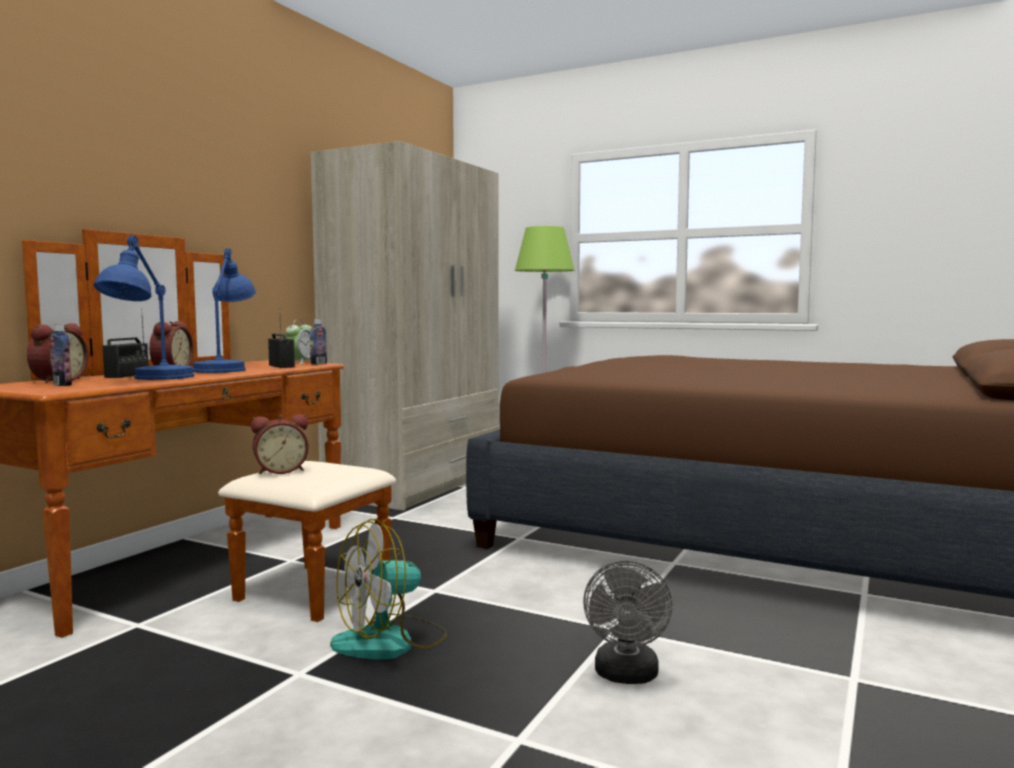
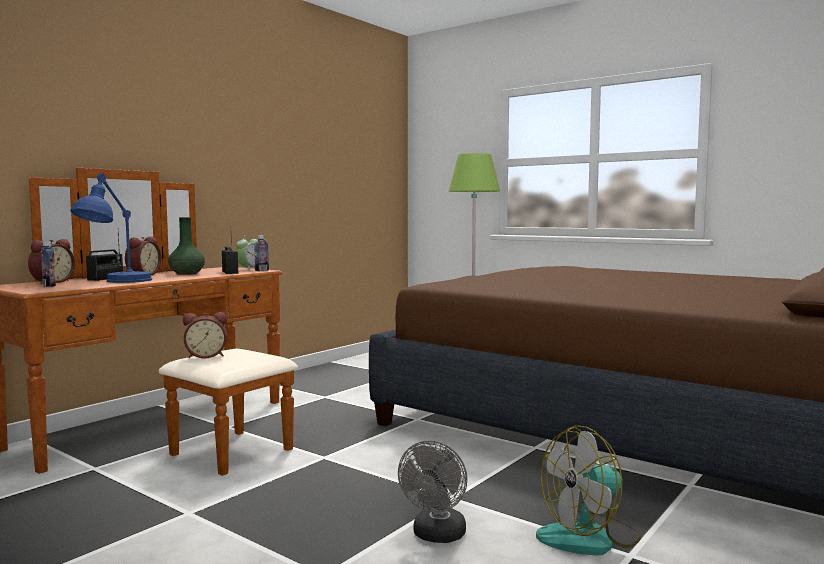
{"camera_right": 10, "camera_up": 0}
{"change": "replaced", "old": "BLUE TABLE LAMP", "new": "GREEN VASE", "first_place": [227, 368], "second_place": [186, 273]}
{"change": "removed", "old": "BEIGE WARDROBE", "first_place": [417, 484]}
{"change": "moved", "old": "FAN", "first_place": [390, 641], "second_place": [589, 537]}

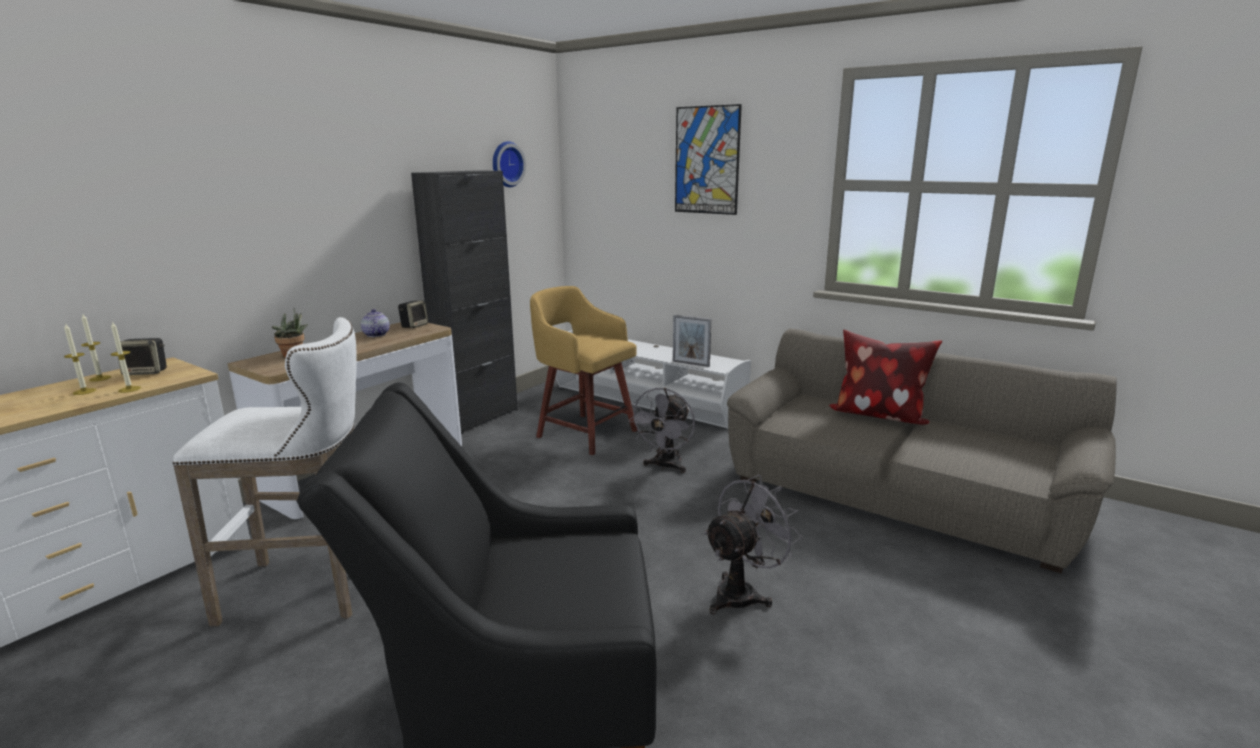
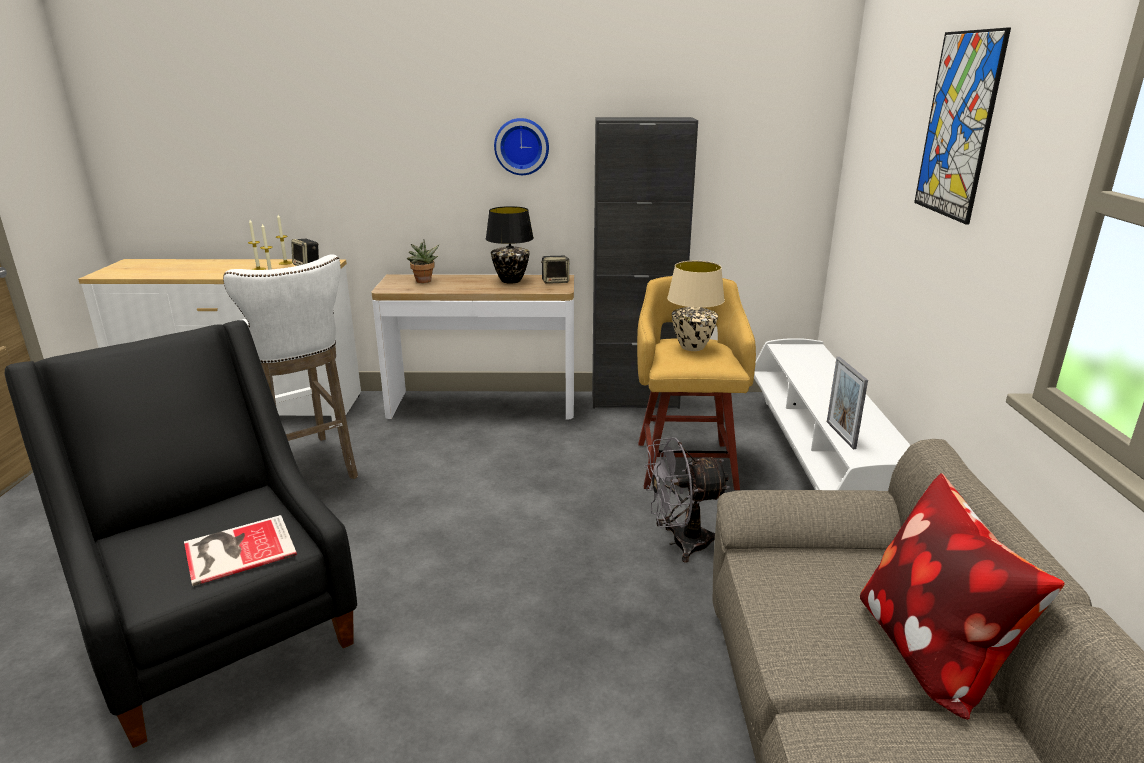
{"camera_right": 55, "camera_up": 5}
{"change": "replaced", "old": "TEAPOT", "new": "BLACK TABLE LAMP", "first_place": [375, 335], "second_place": [510, 281]}
{"change": "moved", "old": "WALL CLOCK", "first_place": [506, 164], "second_place": [521, 146]}
{"change": "removed", "old": "GREY FAN", "first_place": [743, 593]}
{"change": "added", "new": "BOOK", "second_place": [236, 549]}
{"change": "added", "new": "BEIGE TABLE LAMP", "second_place": [692, 347]}

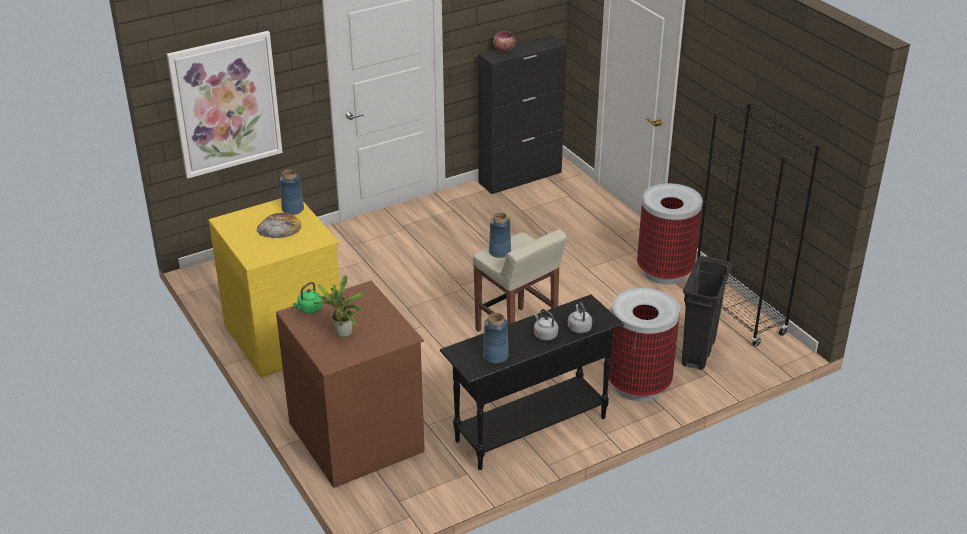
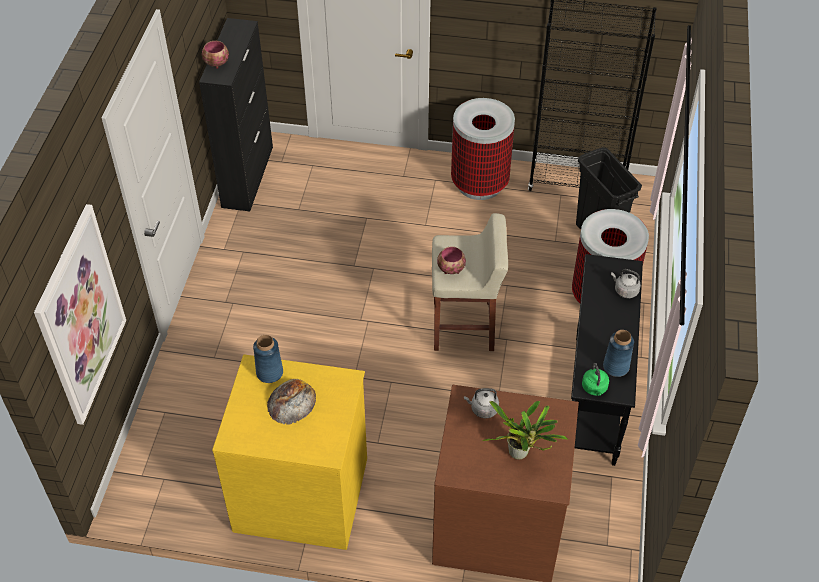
{"camera_right": -50, "camera_up": 15}
{"change": "moved", "old": "GREEN KETTLE", "first_place": [309, 309], "second_place": [594, 388]}
{"change": "replaced", "old": "BLUE VASE", "new": "BOWL", "first_place": [499, 252], "second_place": [450, 269]}
{"change": "moved", "old": "GREY KETTLE", "first_place": [544, 335], "second_place": [482, 409]}

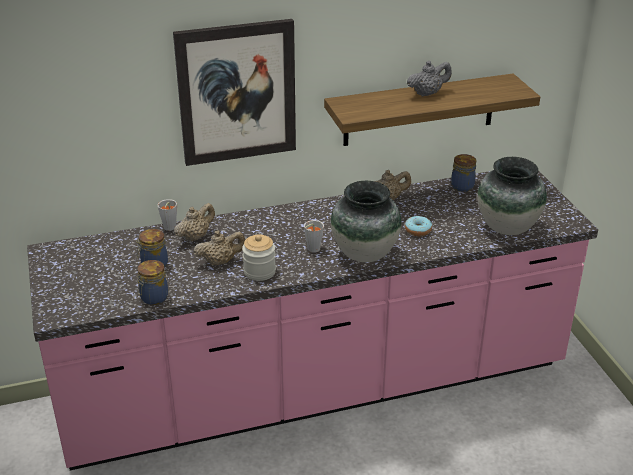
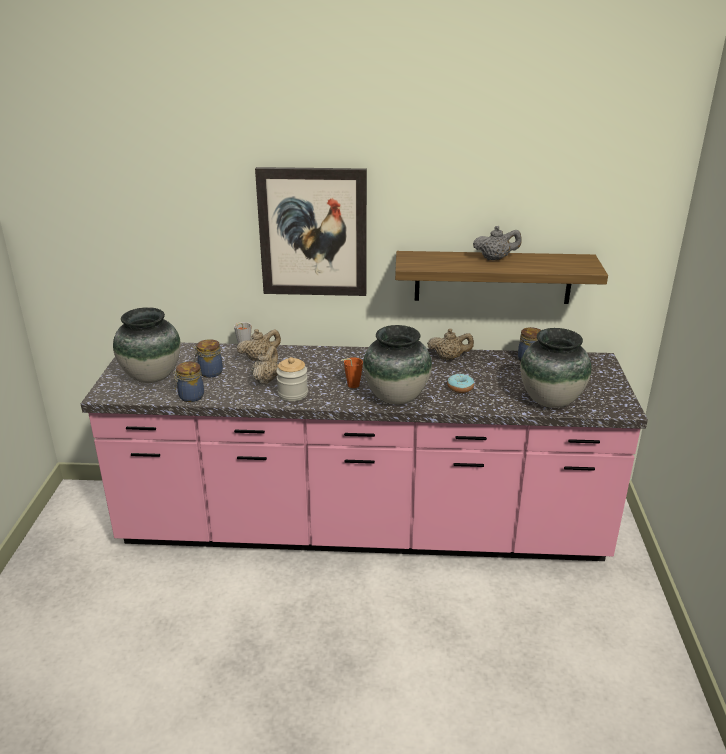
{"camera_right": 20, "camera_up": -5}
{"change": "turned", "old": "BEIGE TEAPOT", "first_place": [220, 261], "second_place": [266, 380], "degrees": -75}
{"change": "recoloured", "old": "GREY CUP", "new": "ORANGE CUP", "first_place": [311, 250], "second_place": [351, 386]}
{"change": "added", "new": "VASE", "second_place": [152, 377]}

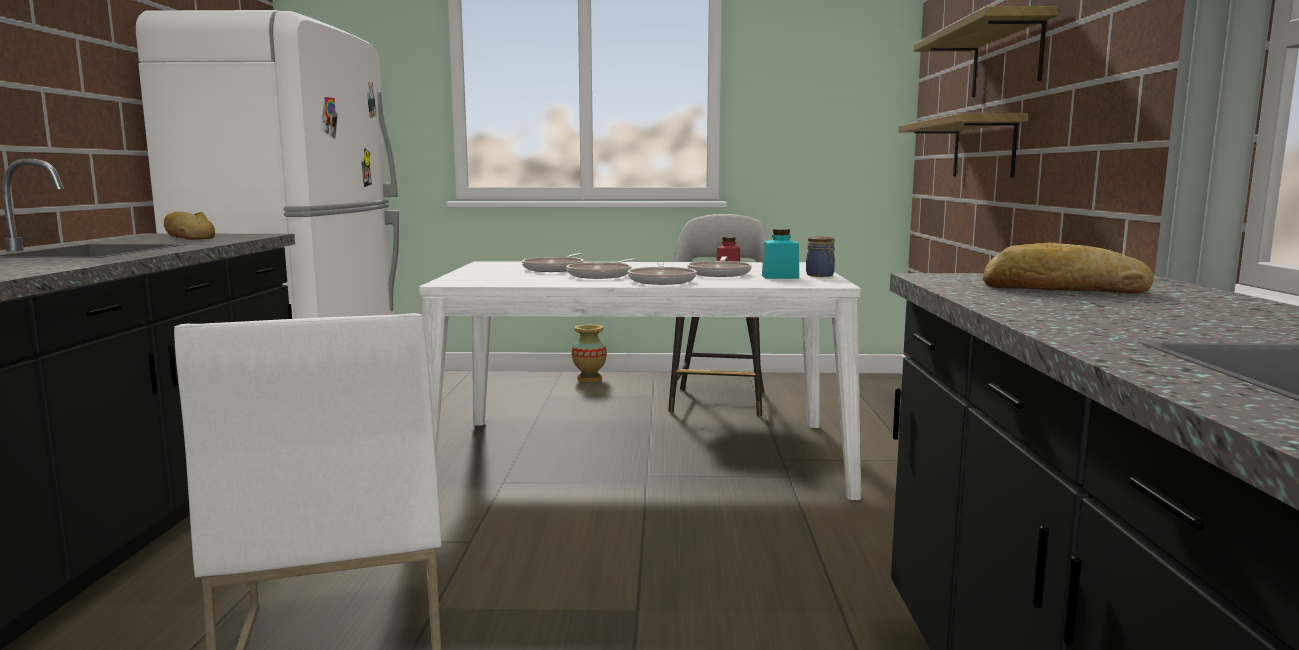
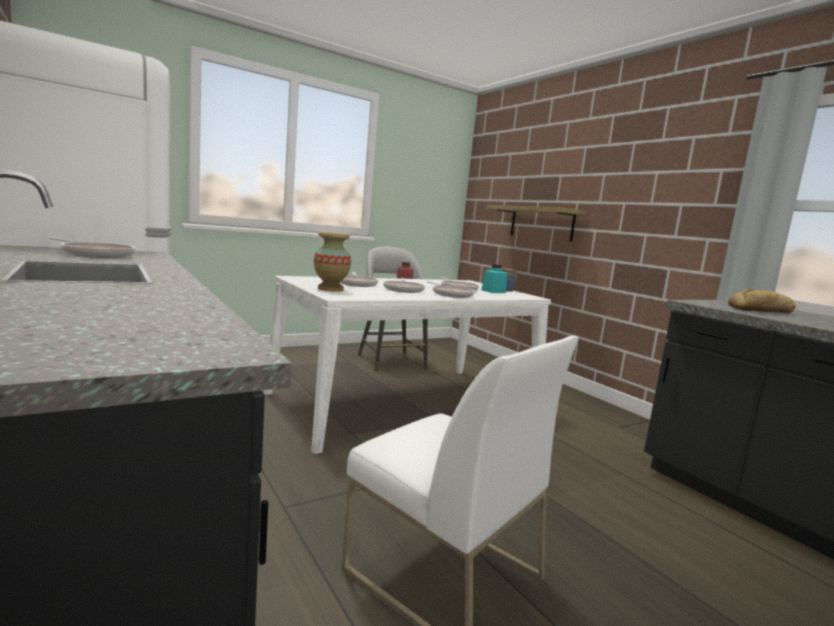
{"camera_right": -35, "camera_up": 0}
{"change": "replaced", "old": "BREAD", "new": "FRYING PAN", "first_place": [190, 238], "second_place": [96, 255]}
{"change": "moved", "old": "VASE", "first_place": [589, 379], "second_place": [330, 289]}
{"change": "removed", "old": "SHELF", "first_place": [1006, 58]}

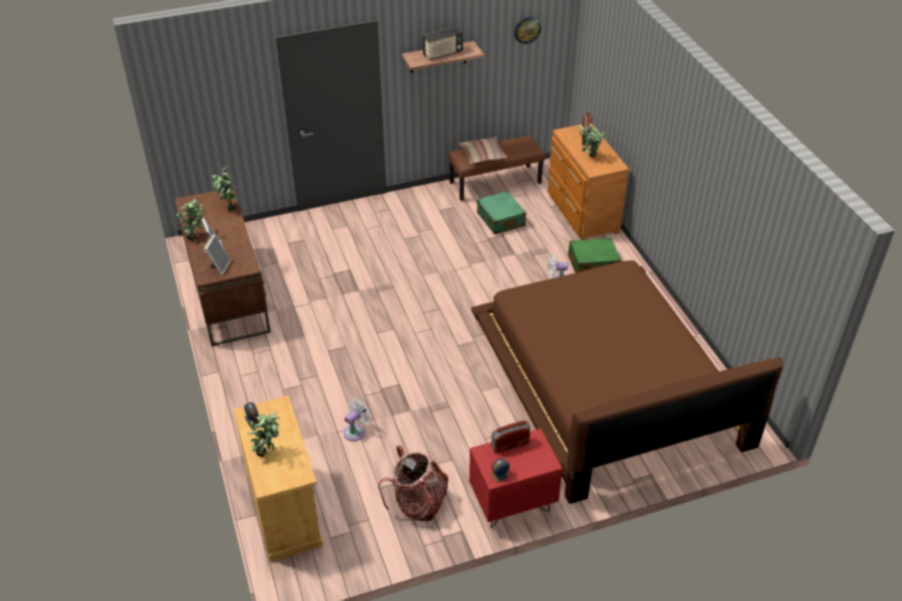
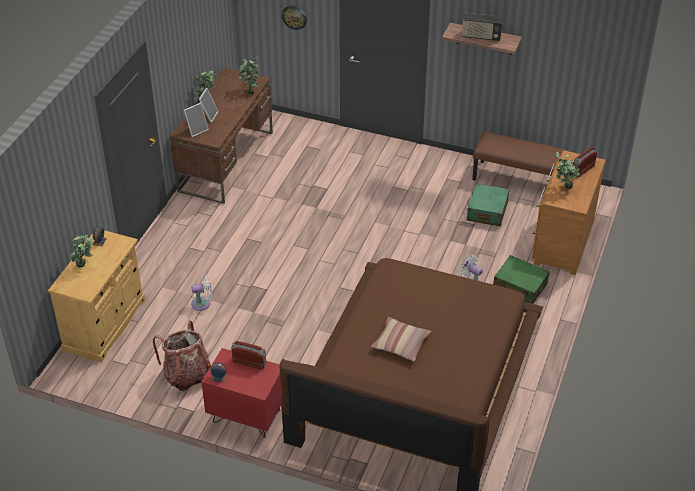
{"camera_right": 40, "camera_up": 0}
{"change": "moved", "old": "PILLOW", "first_place": [482, 155], "second_place": [400, 343]}
{"change": "moved", "old": "WALL CLOCK", "first_place": [527, 30], "second_place": [294, 17]}

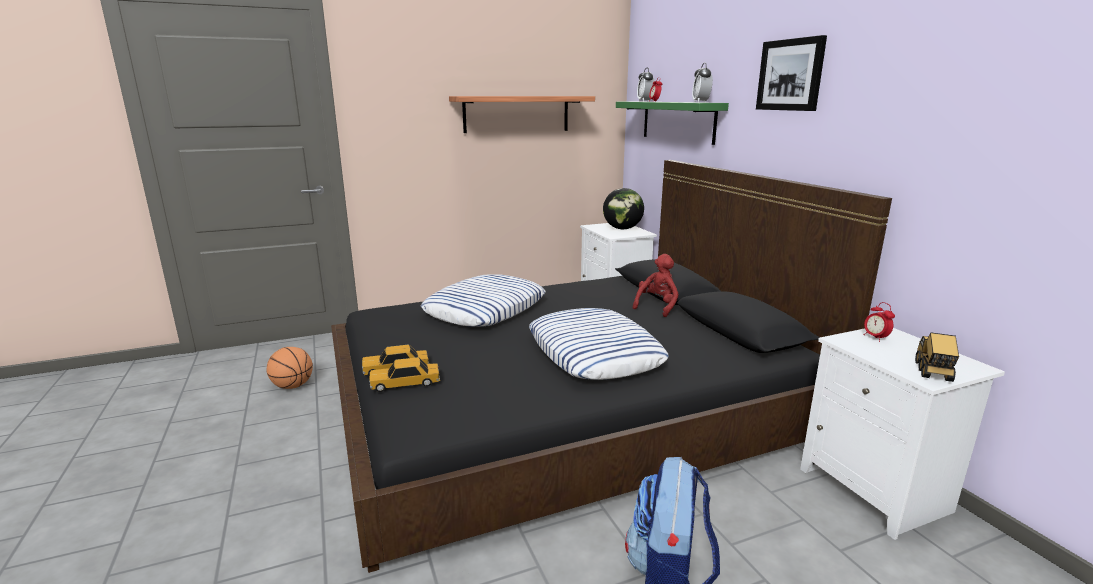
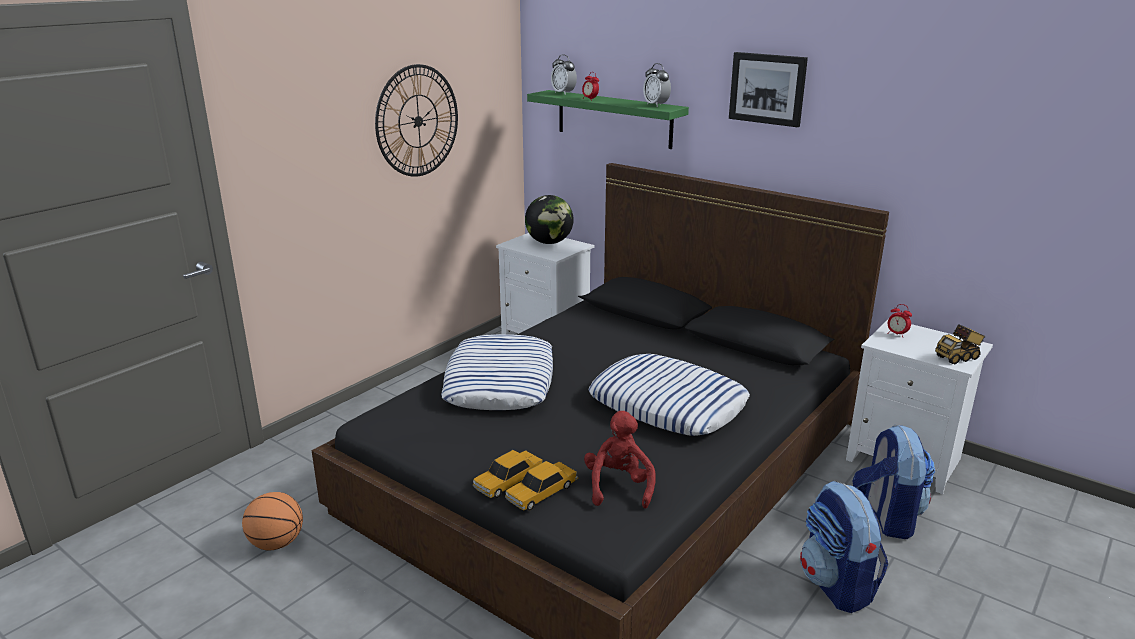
{"camera_right": -30, "camera_up": 5}
{"change": "replaced", "old": "SHELF", "new": "WALL CLOCK", "first_place": [516, 114], "second_place": [418, 121]}
{"change": "moved", "old": "RED PLUSH TOY", "first_place": [657, 306], "second_place": [619, 486]}
{"change": "turned", "old": "TOY TRUCK", "first_place": [933, 372], "second_place": [958, 357], "degrees": -105}
{"change": "added", "new": "BACKPACK", "second_place": [887, 517]}

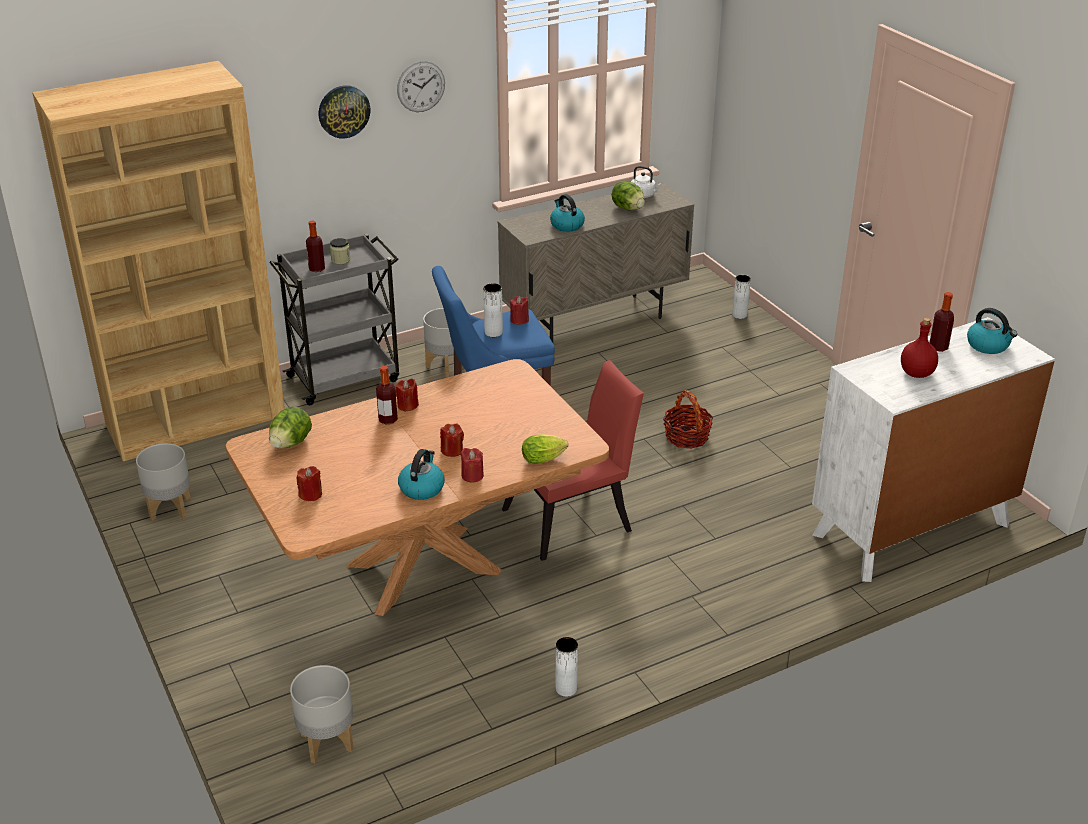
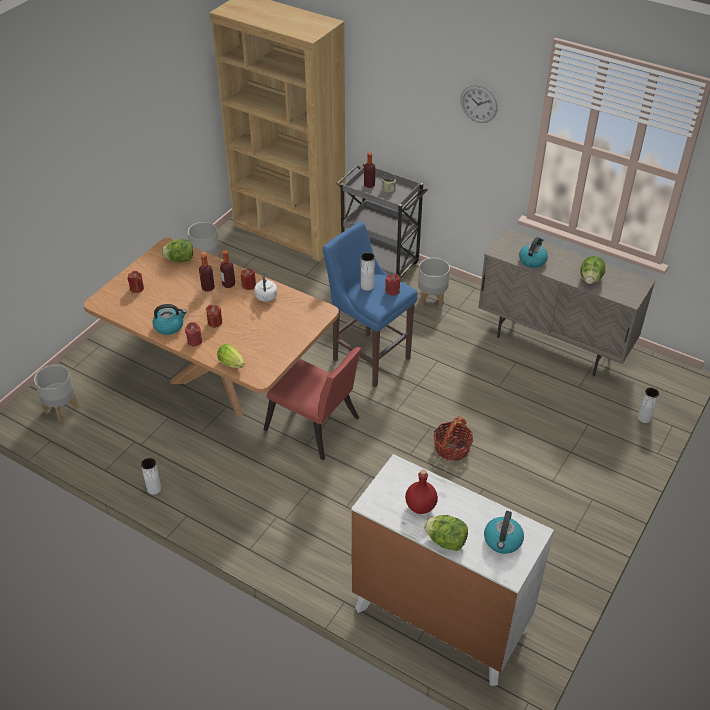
{"camera_right": 60, "camera_up": 10}
{"change": "removed", "old": "WALL CLOCK", "first_place": [343, 111]}
{"change": "moved", "old": "WHITE KETTLE", "first_place": [644, 195], "second_place": [266, 297]}
{"change": "moved", "old": "BOTTLE", "first_place": [938, 347], "second_place": [208, 288]}
{"change": "added", "new": "LETTUCE", "second_place": [446, 541]}

